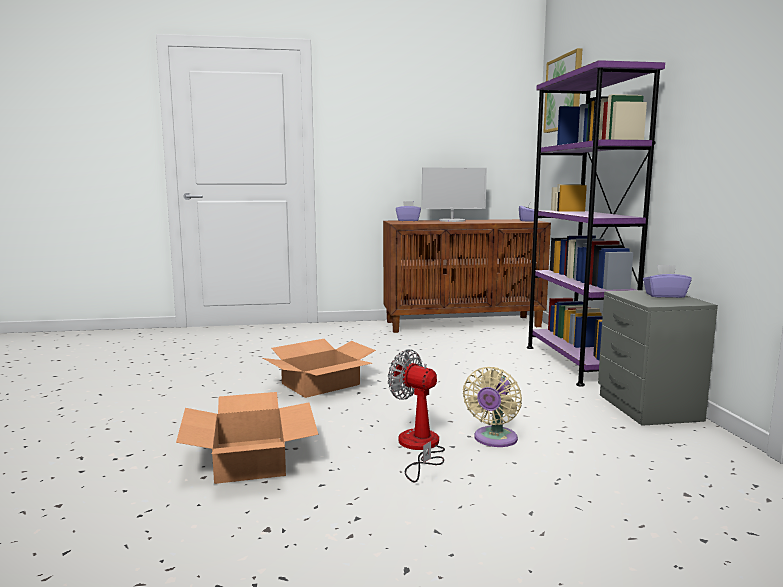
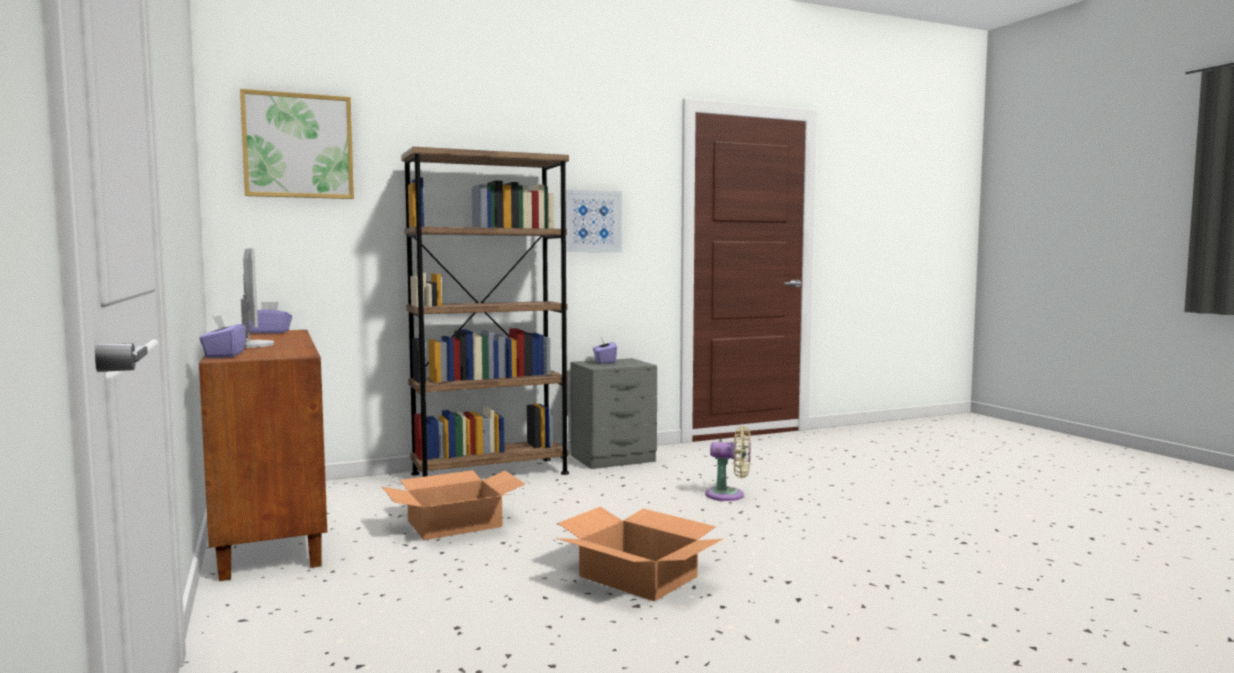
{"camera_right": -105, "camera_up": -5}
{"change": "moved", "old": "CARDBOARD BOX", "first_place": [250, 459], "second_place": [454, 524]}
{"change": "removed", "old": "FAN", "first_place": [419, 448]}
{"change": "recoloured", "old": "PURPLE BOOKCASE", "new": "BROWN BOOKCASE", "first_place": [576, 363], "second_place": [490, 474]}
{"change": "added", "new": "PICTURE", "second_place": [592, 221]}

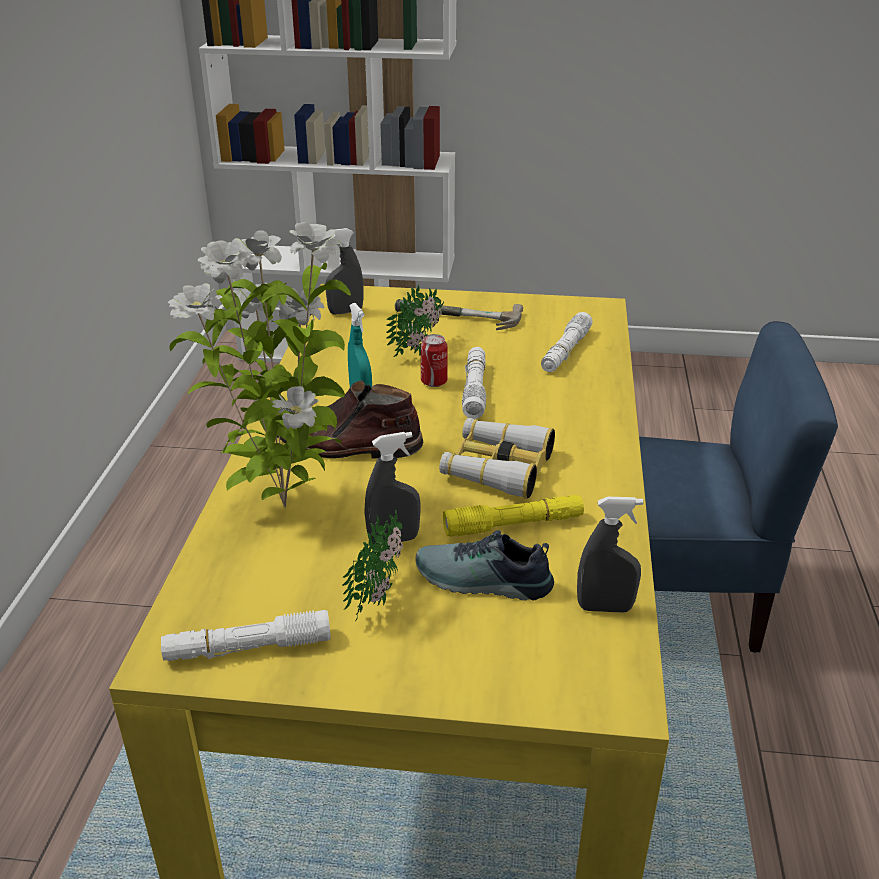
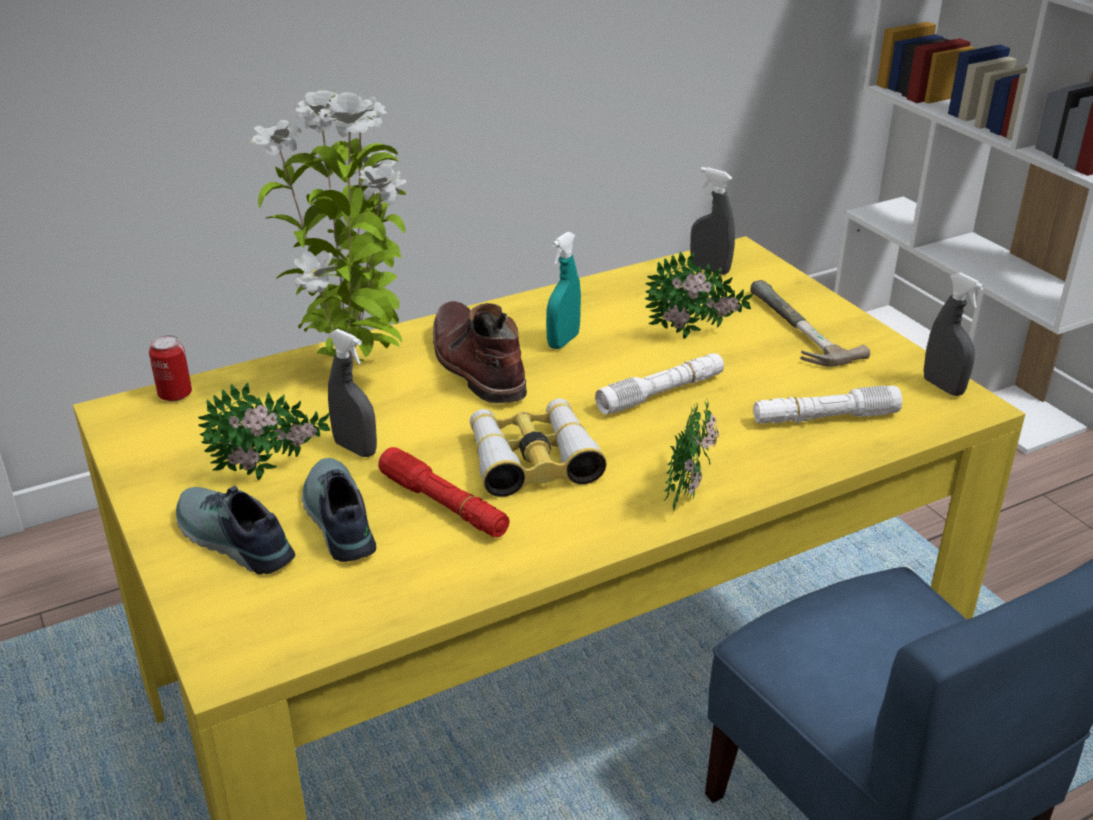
{"camera_right": 55, "camera_up": 0}
{"change": "removed", "old": "WHITE FLASHLIGHT", "first_place": [248, 648]}
{"change": "moved", "old": "CAN", "first_place": [434, 382], "second_place": [175, 394]}
{"change": "recoloured", "old": "YELLOW FLASHLIGHT", "new": "RED FLASHLIGHT", "first_place": [513, 525], "second_place": [444, 505]}
{"change": "moved", "old": "GREY SPRAY BOTTLE", "first_place": [605, 607], "second_place": [943, 387]}
{"change": "added", "new": "SHOE", "second_place": [231, 541]}
{"change": "added", "new": "POTTED PLANT", "second_place": [685, 490]}

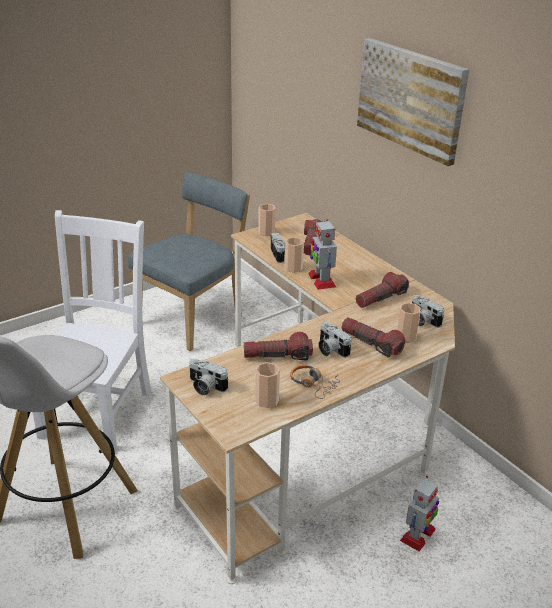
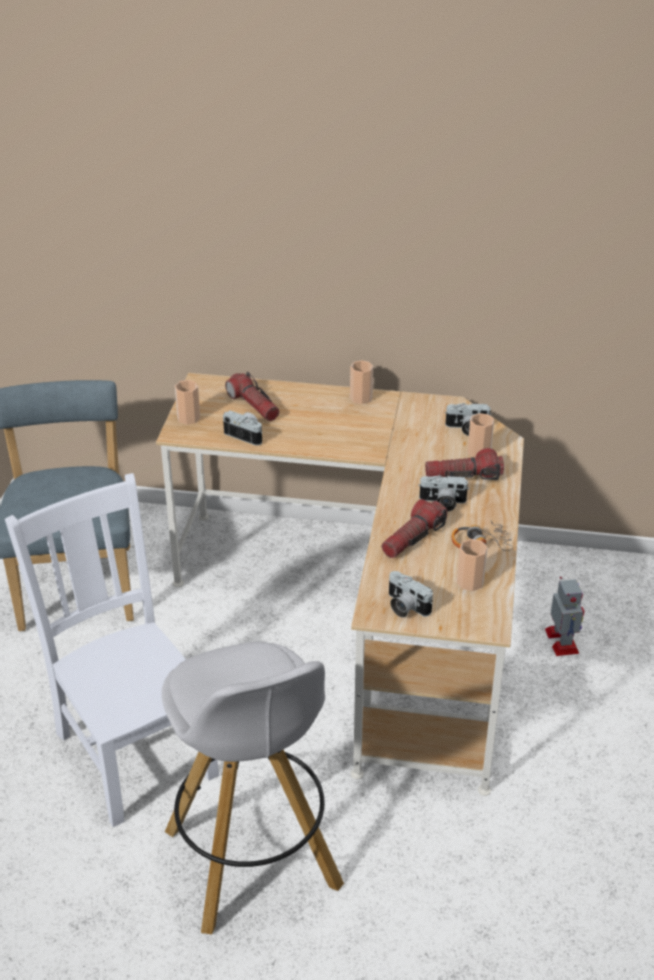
{"camera_right": -45, "camera_up": 5}
{"change": "turned", "old": "PHOTO CAMERA", "first_place": [205, 387], "second_place": [405, 606], "degrees": 60}
{"change": "moved", "old": "CUP", "first_place": [293, 268], "second_place": [361, 398]}
{"change": "removed", "old": "TOY ROBOT", "first_place": [321, 280]}
{"change": "removed", "old": "FLASHLIGHT", "first_place": [381, 298]}
{"change": "removed", "old": "PICTURE", "first_place": [411, 99]}

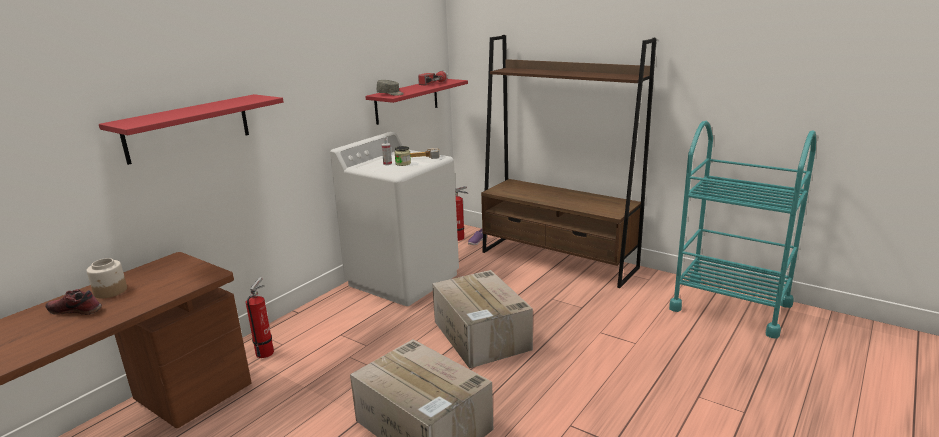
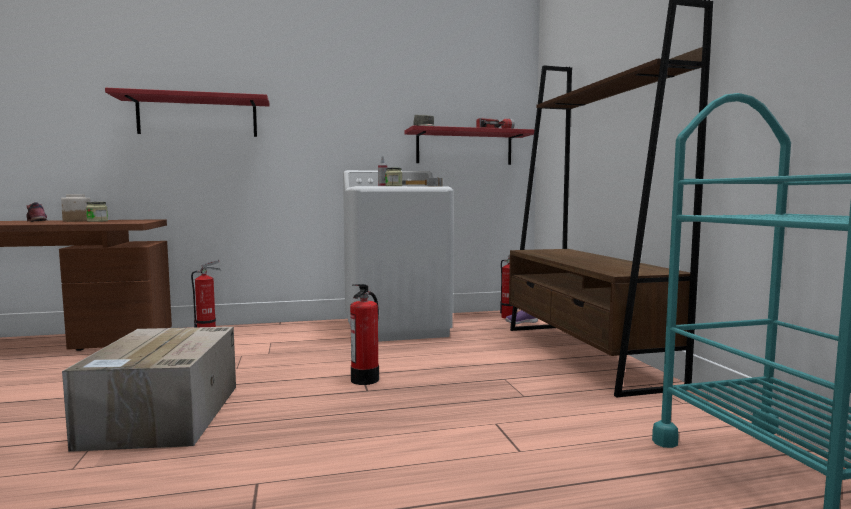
{"camera_right": 40, "camera_up": -15}
{"change": "replaced", "old": "CARDBOARD BOX", "new": "FIRE EXTINGUISHER", "first_place": [482, 336], "second_place": [365, 379]}
{"change": "added", "new": "JAR", "second_place": [97, 221]}

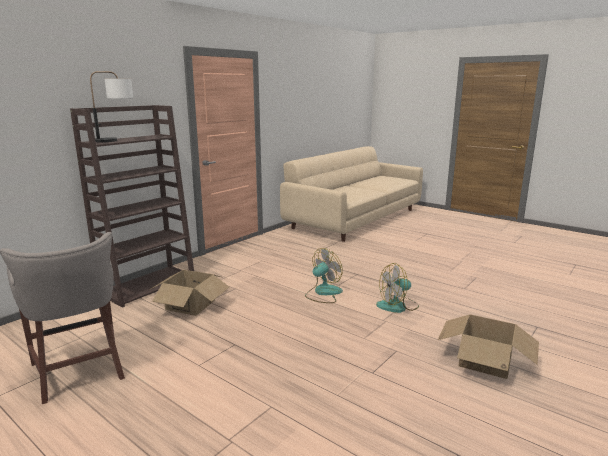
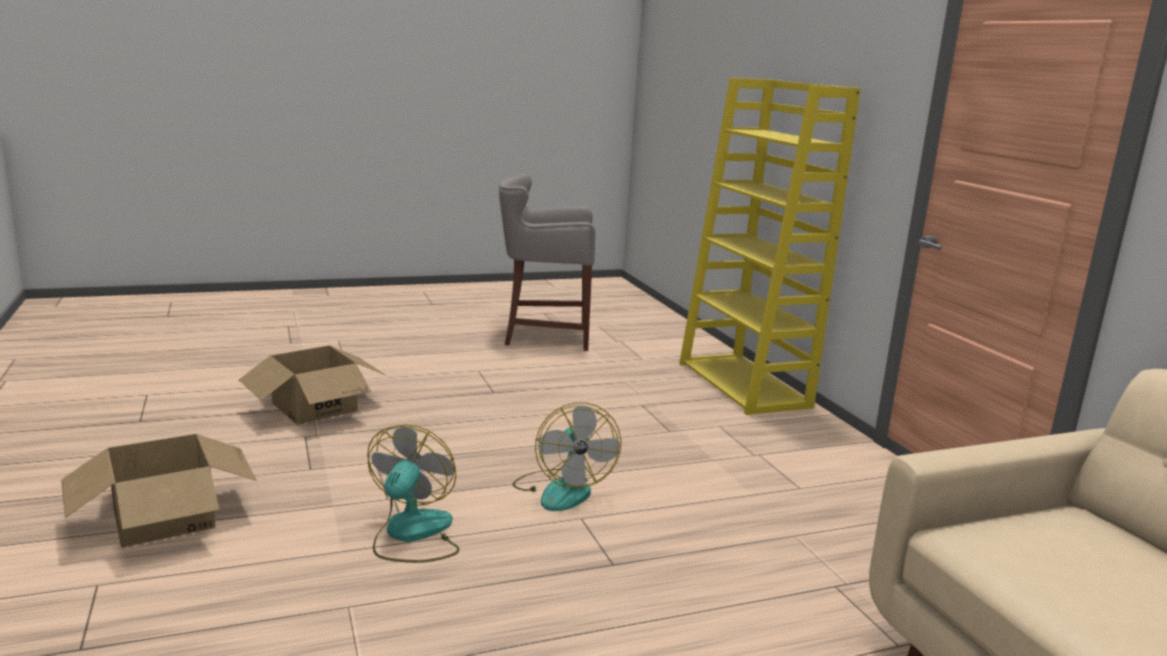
{"camera_right": 120, "camera_up": 0}
{"change": "recoloured", "old": "BROWN BOOKCASE", "new": "YELLOW BOOKCASE", "first_place": [148, 285], "second_place": [745, 385]}
{"change": "removed", "old": "TABLE LAMP", "first_place": [117, 140]}
{"change": "moved", "old": "CARDBOARD BOX", "first_place": [190, 304], "second_place": [315, 406]}

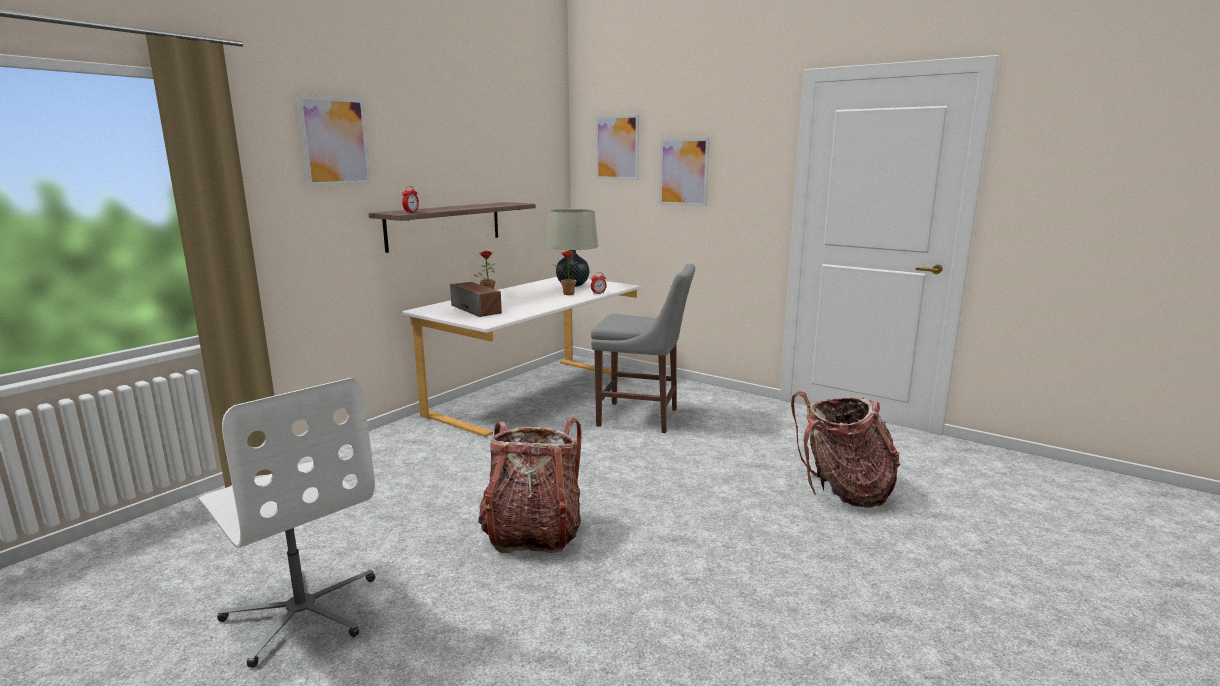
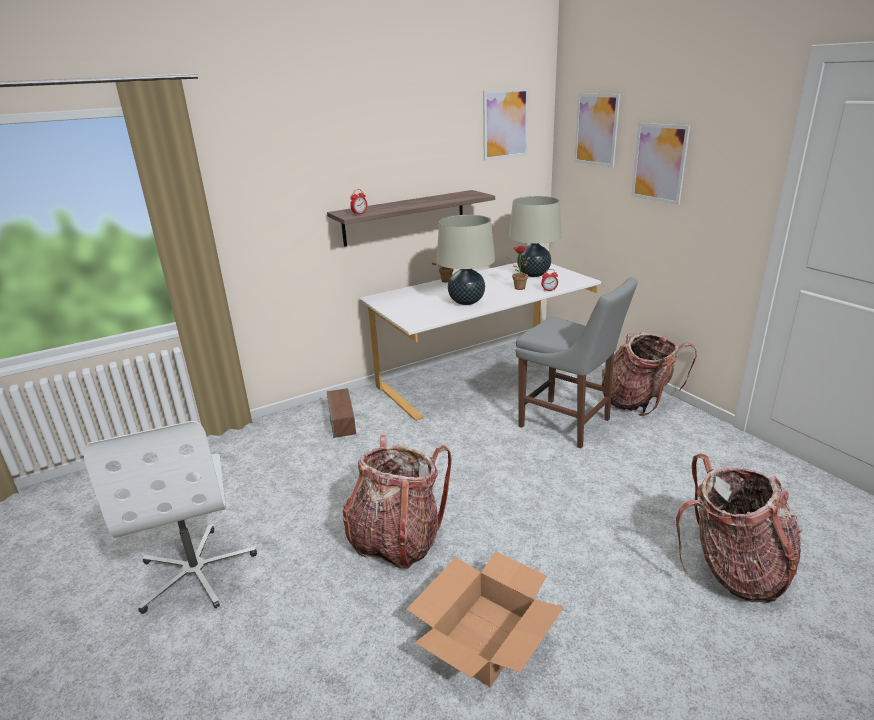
{"camera_right": 25, "camera_up": 10}
{"change": "moved", "old": "PICTURE", "first_place": [335, 141], "second_place": [505, 124]}
{"change": "moved", "old": "SPEAKER", "first_place": [476, 309], "second_place": [342, 420]}
{"change": "added", "new": "CARDBOARD BOX", "second_place": [484, 638]}
{"change": "added", "new": "BEIGE TABLE LAMP", "second_place": [466, 302]}
{"change": "added", "new": "BACKPACK", "second_place": [638, 402]}

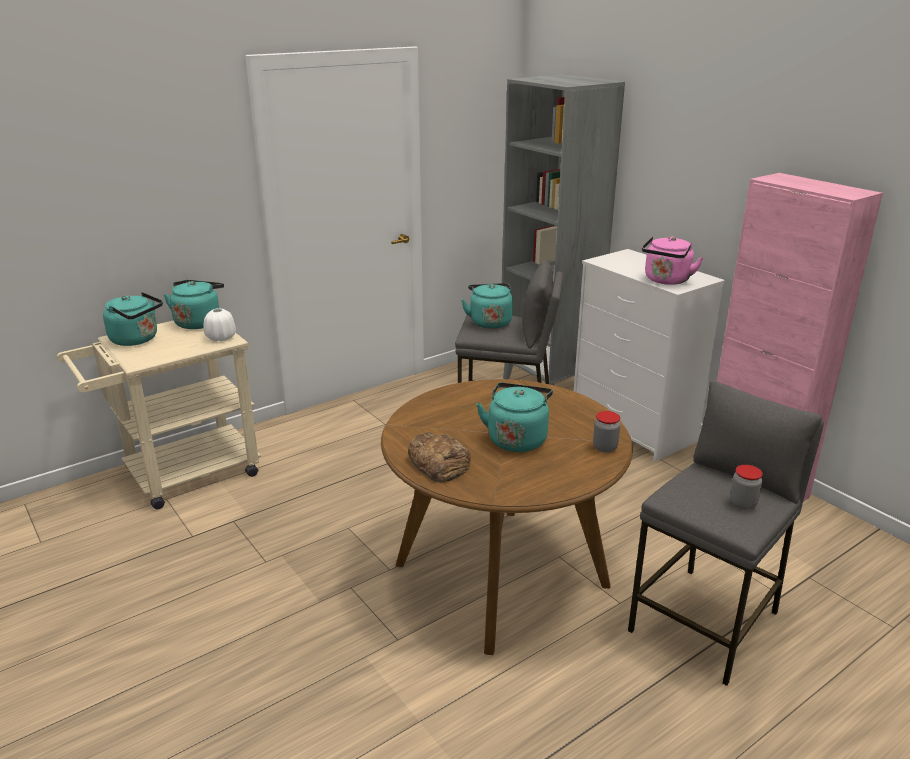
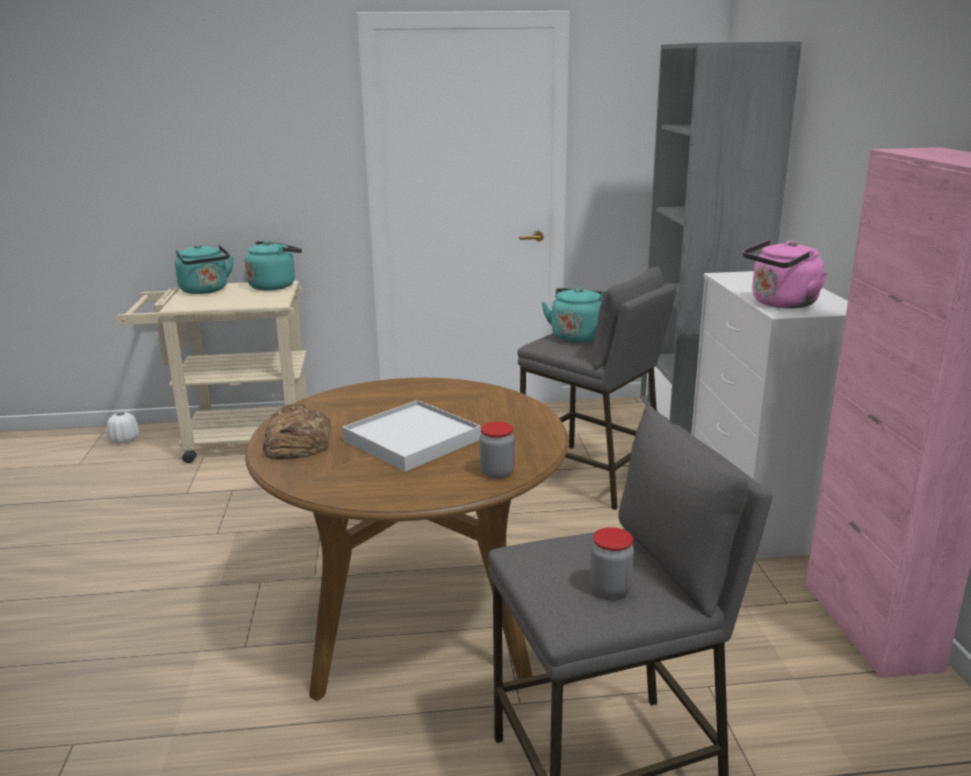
{"camera_right": 30, "camera_up": -5}
{"change": "moved", "old": "WHITE VASE", "first_place": [221, 338], "second_place": [125, 439]}
{"change": "replaced", "old": "TURQUOISE KETTLE", "new": "WHITE TRAY", "first_place": [517, 439], "second_place": [412, 440]}

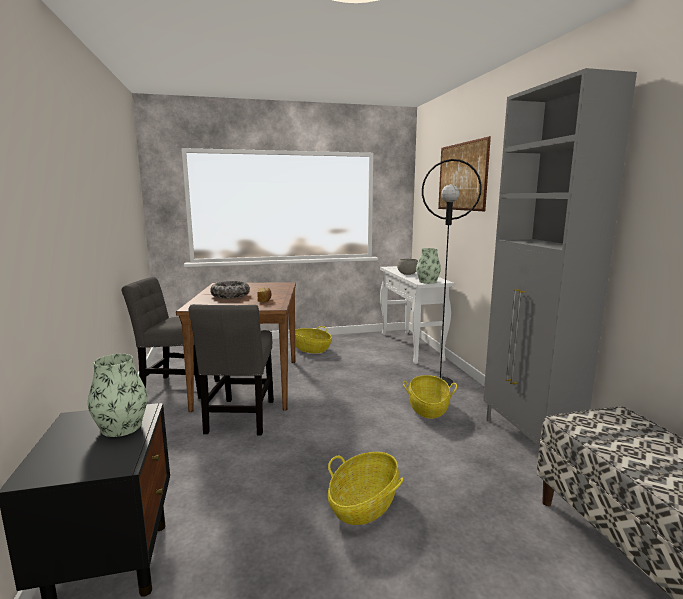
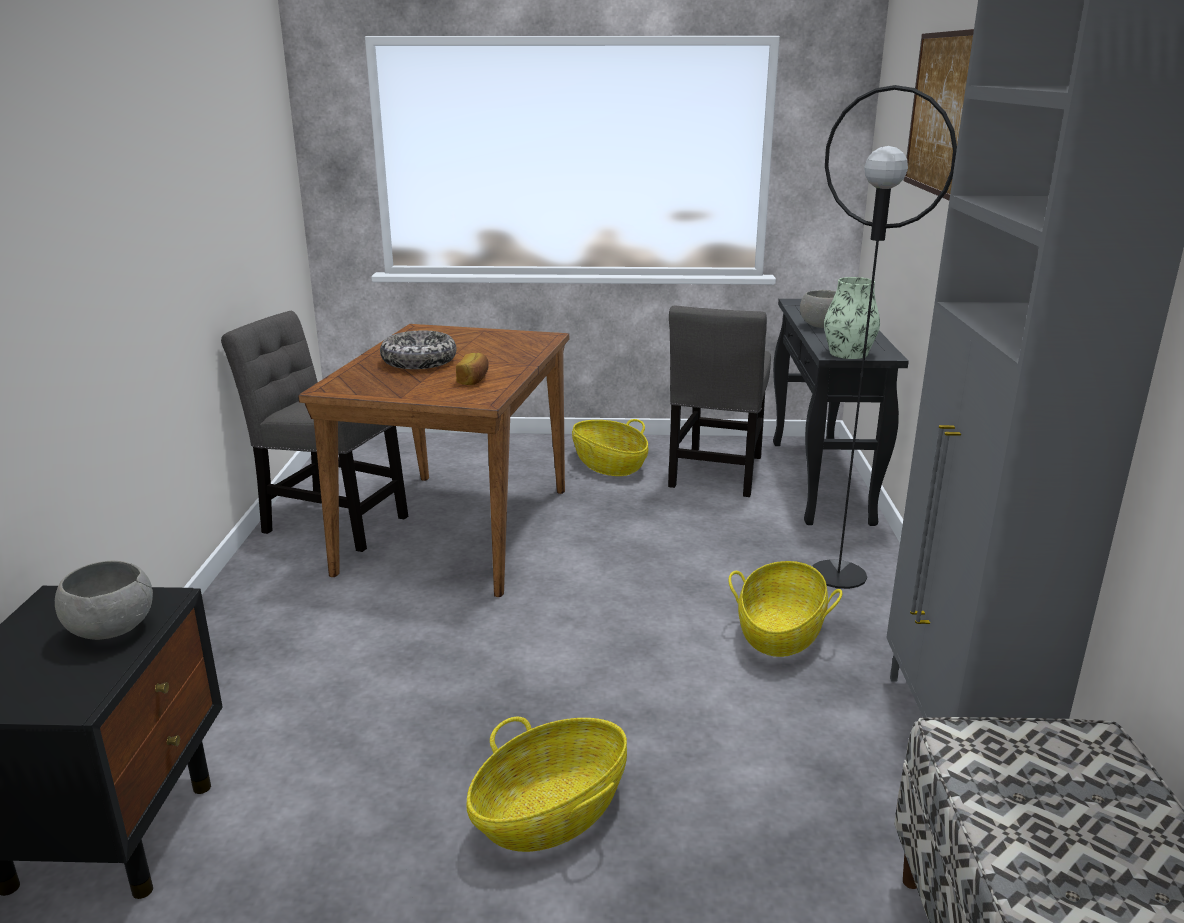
{"camera_right": 15, "camera_up": 10}
{"change": "replaced", "old": "VASE", "new": "GREY BOWL", "first_place": [121, 427], "second_place": [113, 629]}
{"change": "moved", "old": "GREY CHAIR", "first_place": [240, 419], "second_place": [716, 474]}
{"change": "recoloured", "old": "WHITE CONSOLE TABLE", "new": "BLACK CONSOLE TABLE", "first_place": [411, 347], "second_place": [821, 482]}

